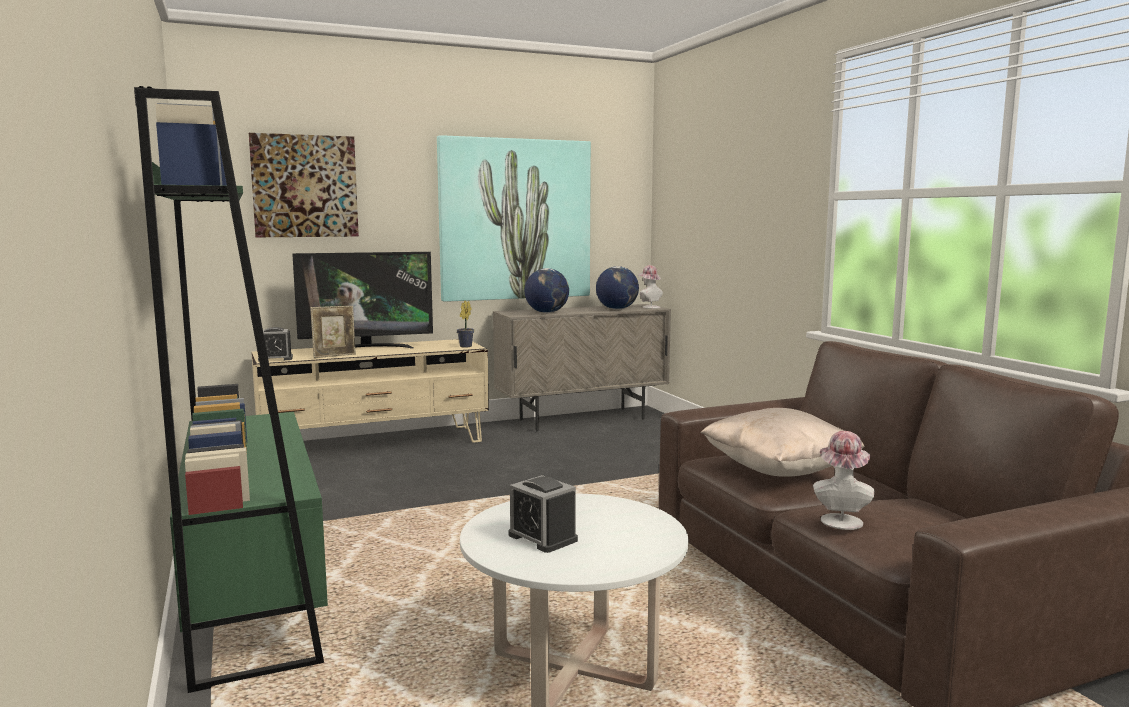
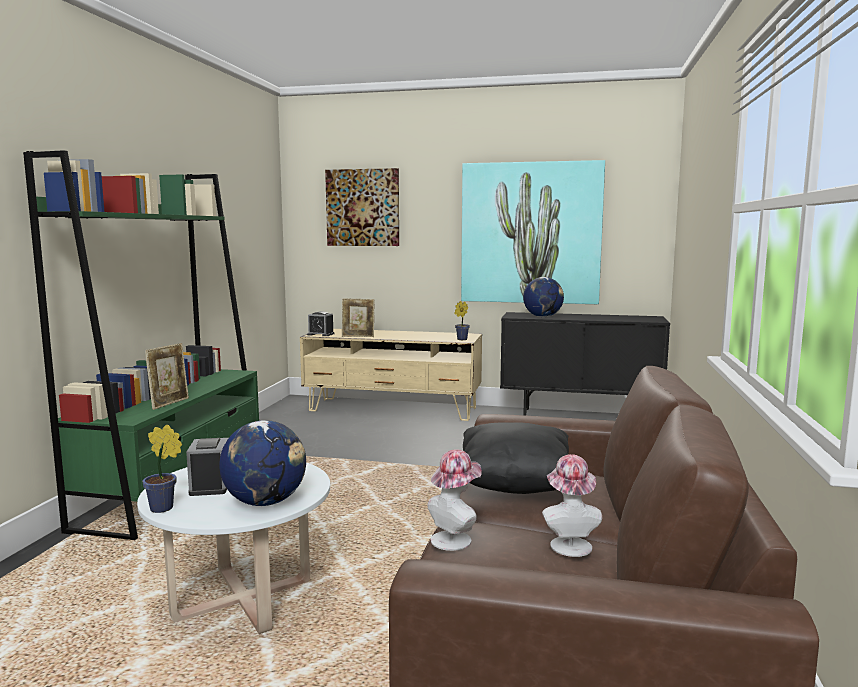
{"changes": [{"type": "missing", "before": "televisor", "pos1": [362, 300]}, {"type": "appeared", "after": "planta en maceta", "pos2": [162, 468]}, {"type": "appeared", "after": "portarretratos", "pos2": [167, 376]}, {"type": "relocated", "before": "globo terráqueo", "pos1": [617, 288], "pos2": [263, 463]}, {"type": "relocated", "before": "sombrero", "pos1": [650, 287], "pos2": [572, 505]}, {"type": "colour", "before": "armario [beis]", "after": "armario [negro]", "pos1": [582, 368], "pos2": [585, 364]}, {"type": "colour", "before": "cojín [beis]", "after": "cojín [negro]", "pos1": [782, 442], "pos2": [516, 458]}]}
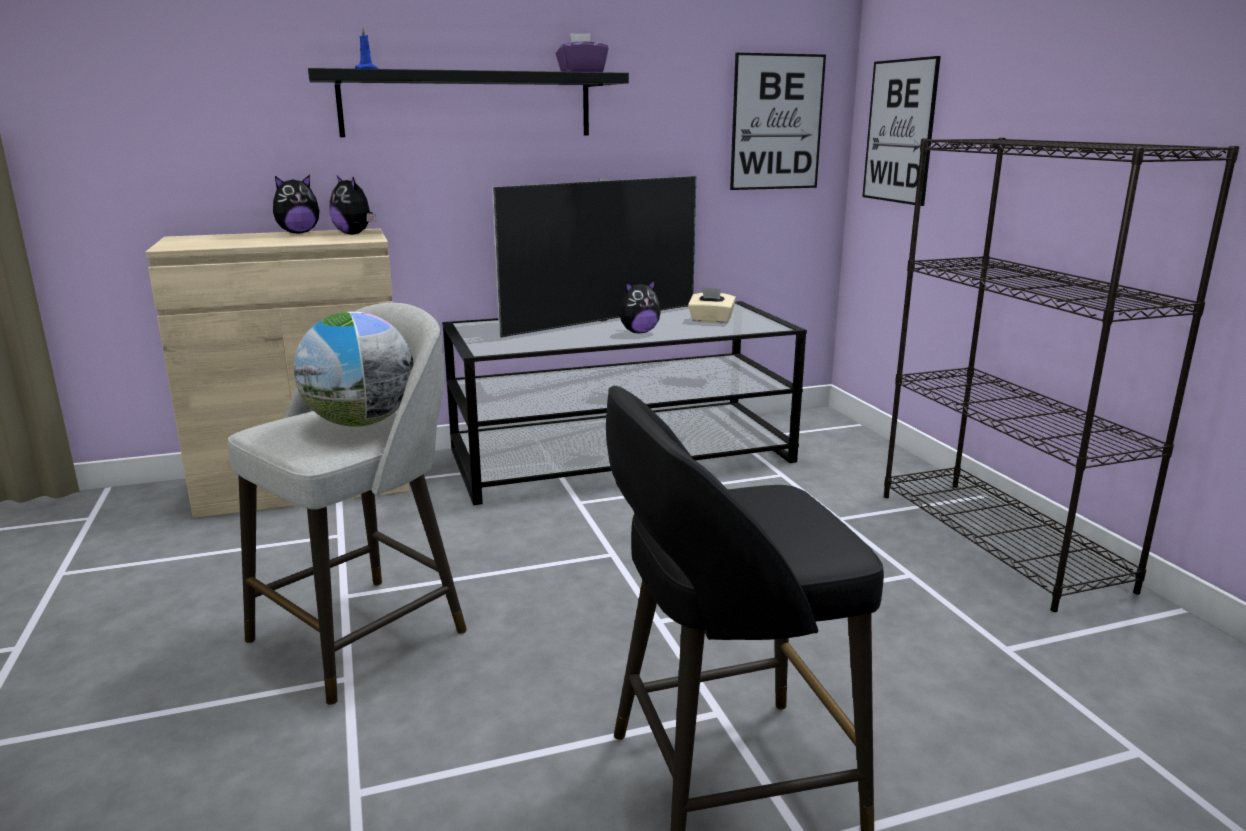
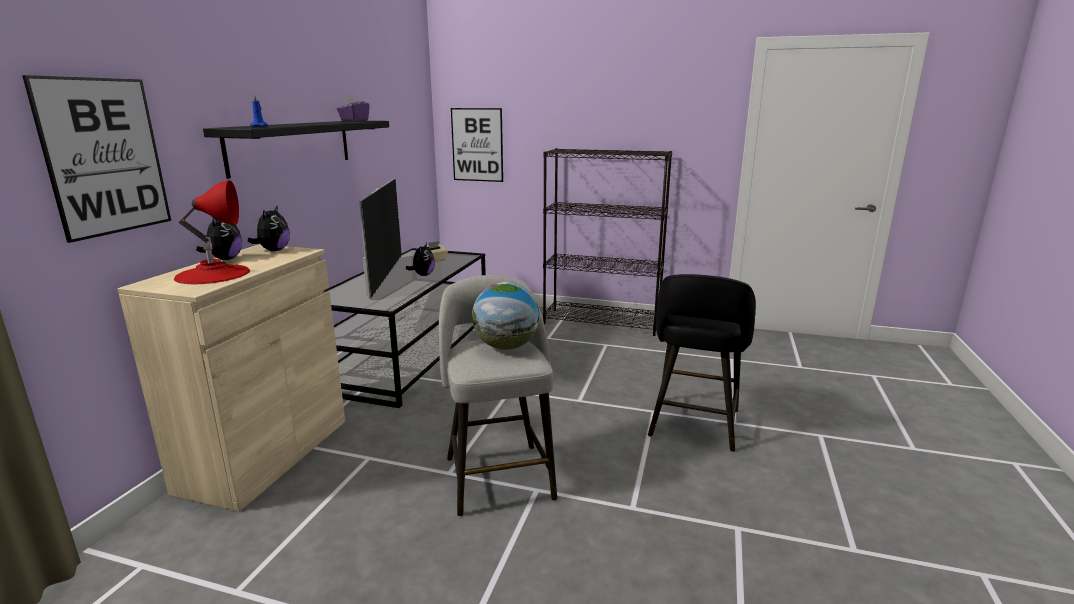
{"changes": [{"type": "appeared", "after": "lámpara de mesa [rojo]", "pos2": [212, 232]}, {"type": "relocated", "before": "cuadro", "pos1": [778, 121], "pos2": [96, 159]}, {"type": "spun", "before": "peluche", "pos1": [352, 205], "pos2": [268, 228], "turn": -75}]}
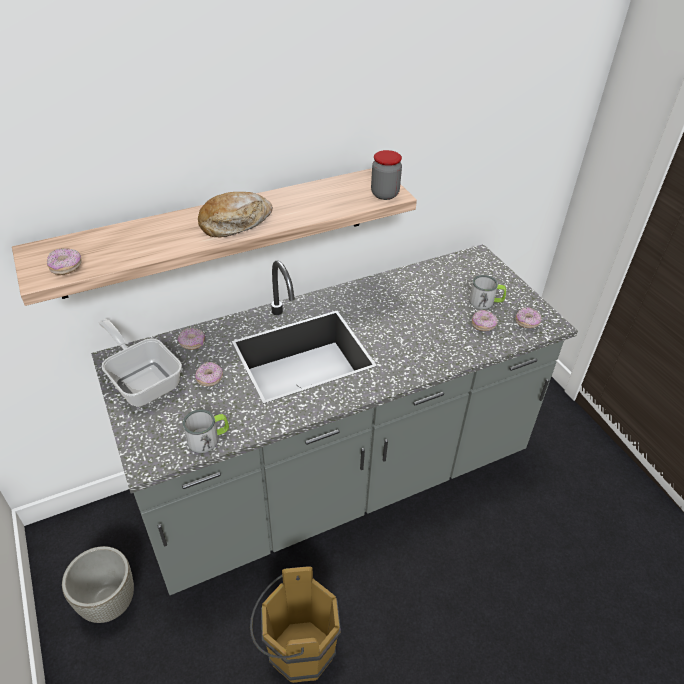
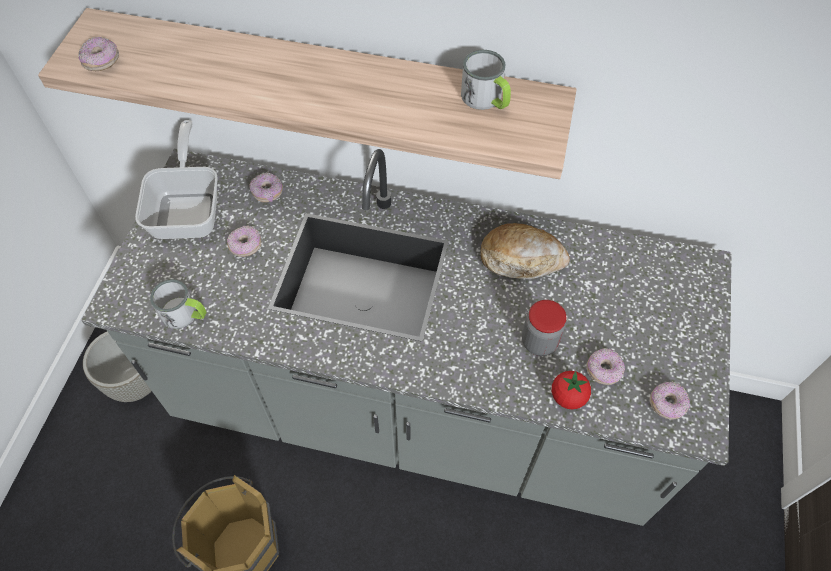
{"changes": [{"type": "appeared", "after": "tomate", "pos2": [571, 390]}, {"type": "relocated", "before": "pan", "pos1": [235, 214], "pos2": [525, 251]}, {"type": "relocated", "before": "tarro", "pos1": [386, 175], "pos2": [544, 328]}, {"type": "relocated", "before": "taza grande", "pos1": [487, 292], "pos2": [486, 80]}]}
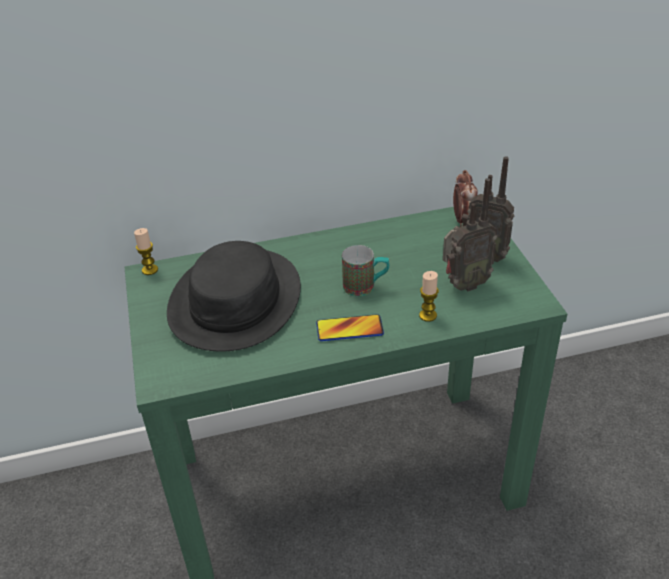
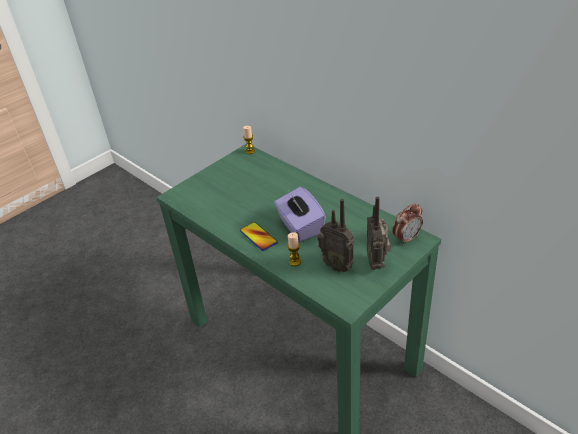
{"changes": [{"type": "missing", "before": "sombrero [negro]", "pos1": [234, 296]}, {"type": "exchanged", "before": "taza grande", "after": "caja de pañuelos [morado]", "pos1": [365, 271], "pos2": [300, 214]}]}
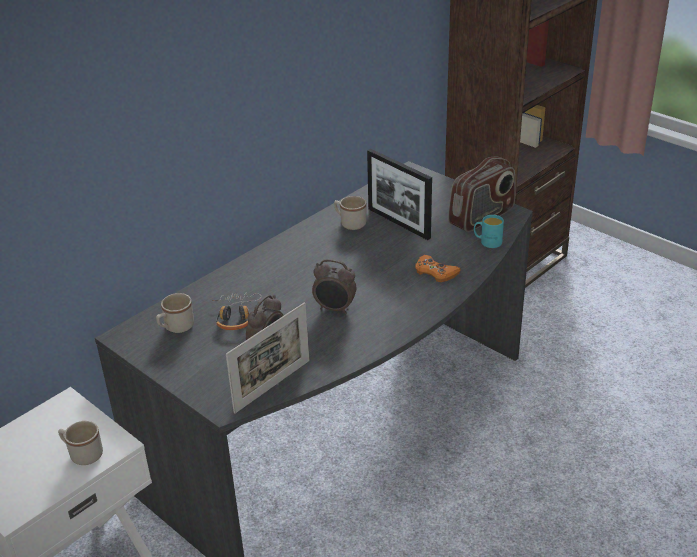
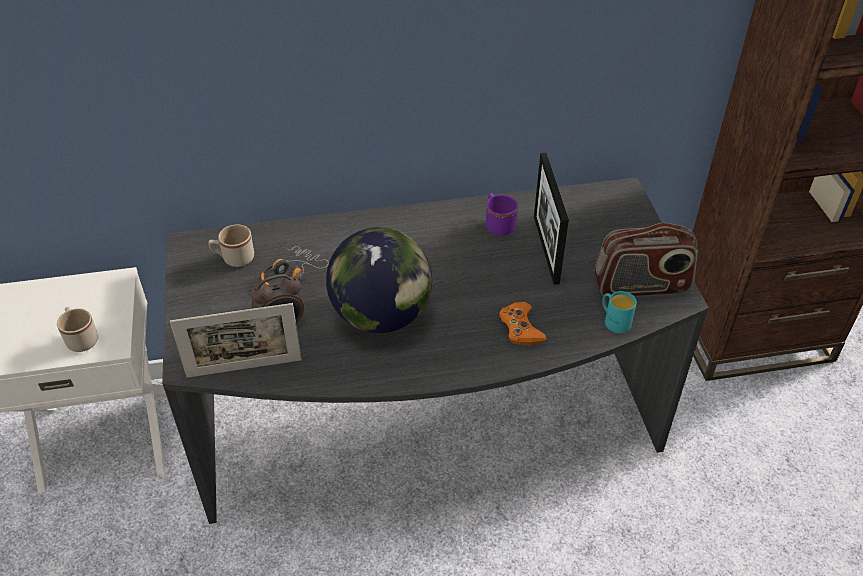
{"changes": [{"type": "exchanged", "before": "despertador", "after": "globo terráqueo", "pos1": [334, 286], "pos2": [379, 280]}, {"type": "colour", "before": "taza grande [beis]", "after": "taza grande [morado]", "pos1": [350, 213], "pos2": [502, 214]}]}
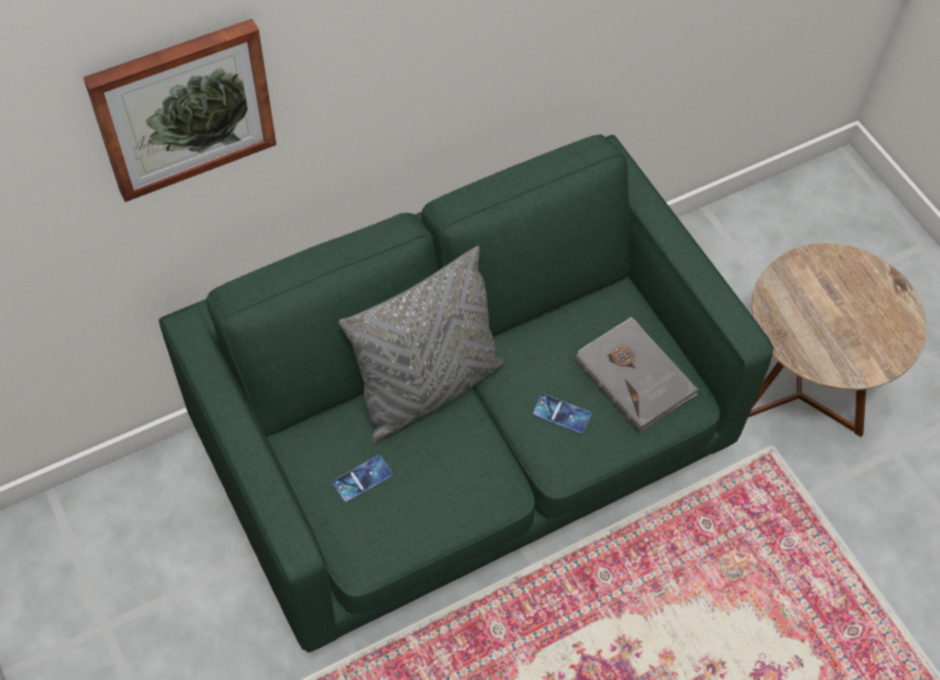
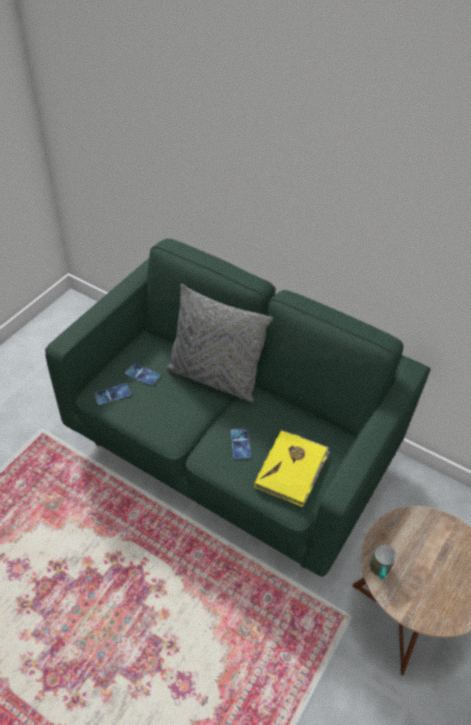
{"changes": [{"type": "missing", "before": "cuadro", "pos1": [179, 110]}, {"type": "appeared", "after": "móvil", "pos2": [112, 394]}, {"type": "appeared", "after": "taza grande", "pos2": [382, 562]}, {"type": "colour", "before": "libro [gris]", "after": "libro [amarillo]", "pos1": [636, 375], "pos2": [292, 468]}]}
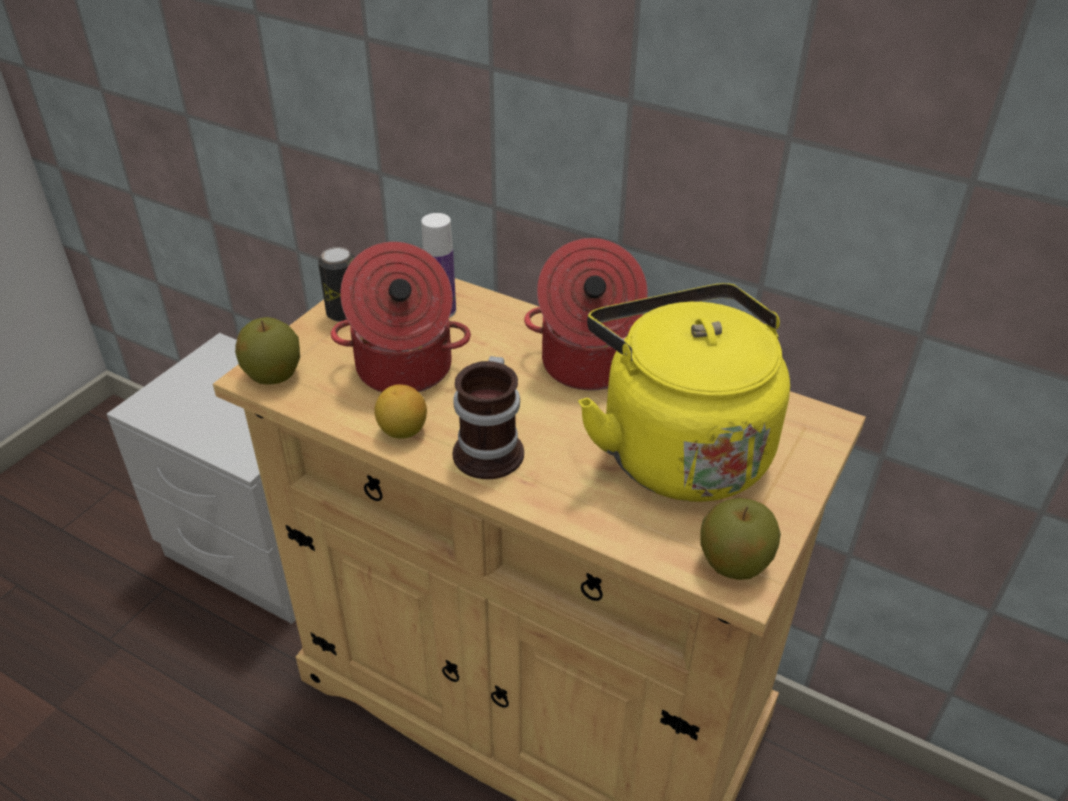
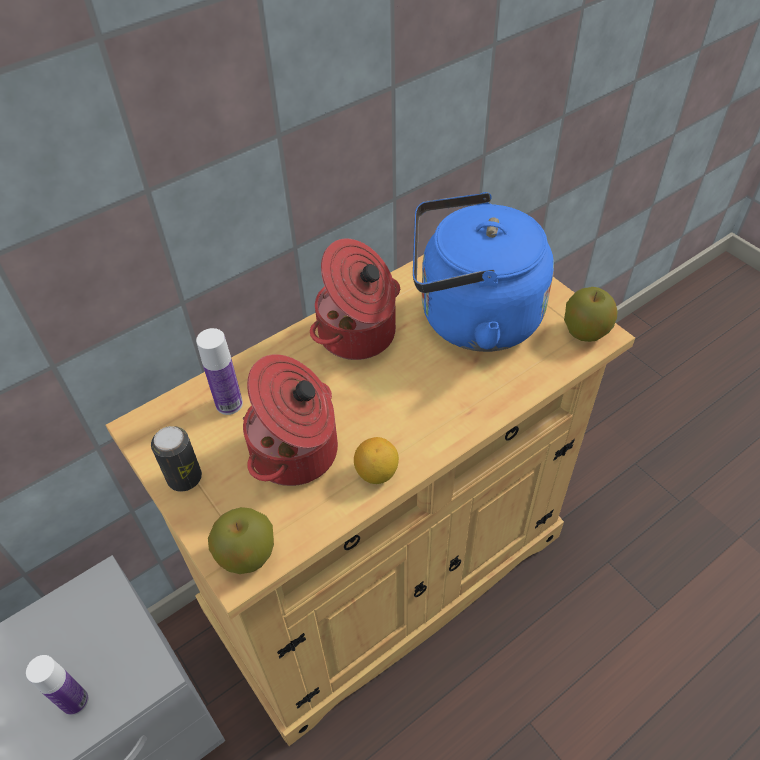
{"changes": [{"type": "missing", "before": "taza grande", "pos1": [488, 417]}, {"type": "appeared", "after": "botella", "pos2": [57, 685]}, {"type": "colour", "before": "hervidor [amarillo]", "after": "hervidor [azul]", "pos1": [684, 392], "pos2": [483, 272]}]}
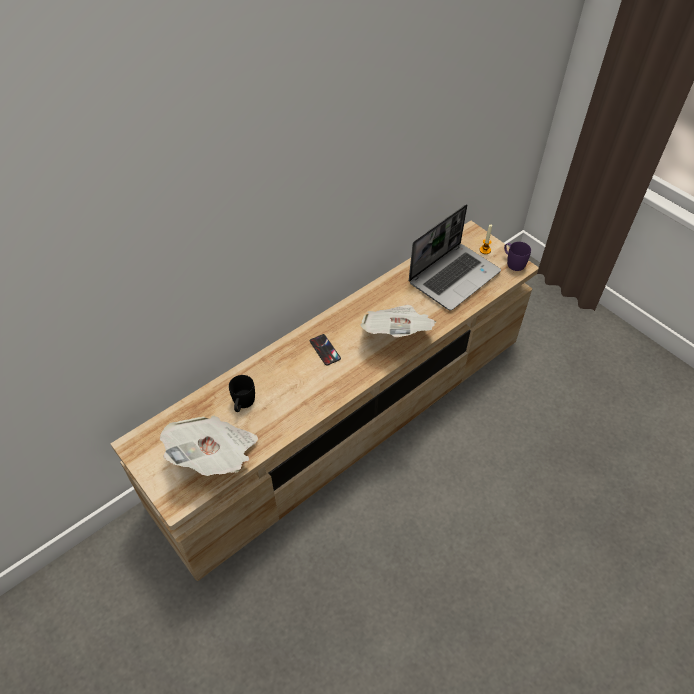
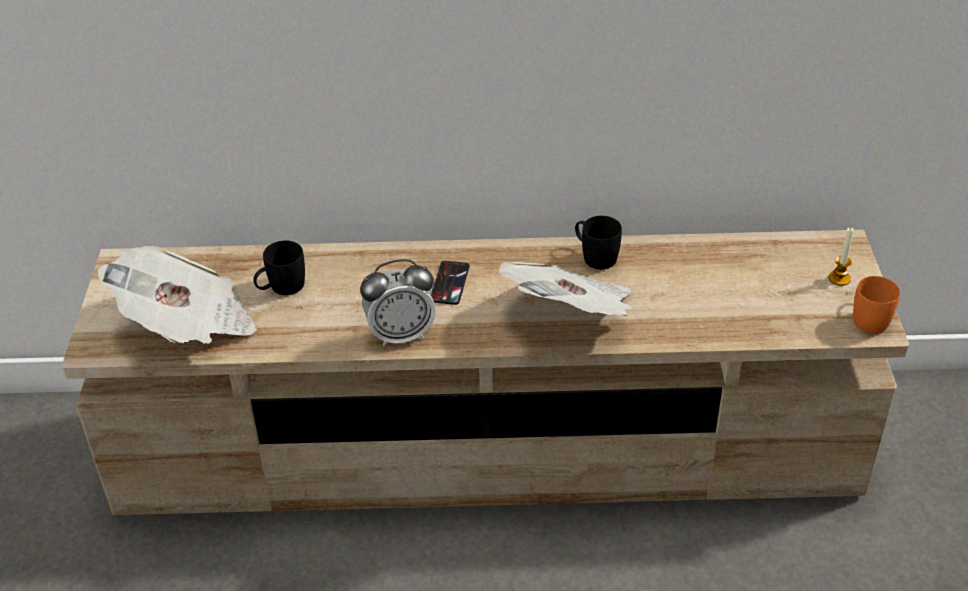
{"changes": [{"type": "missing", "before": "portátil", "pos1": [455, 257]}, {"type": "appeared", "after": "despertador", "pos2": [398, 303]}, {"type": "appeared", "after": "taza grande [negro]", "pos2": [598, 242]}, {"type": "colour", "before": "taza grande [morado]", "after": "taza grande [naranja]", "pos1": [517, 256], "pos2": [876, 304]}]}
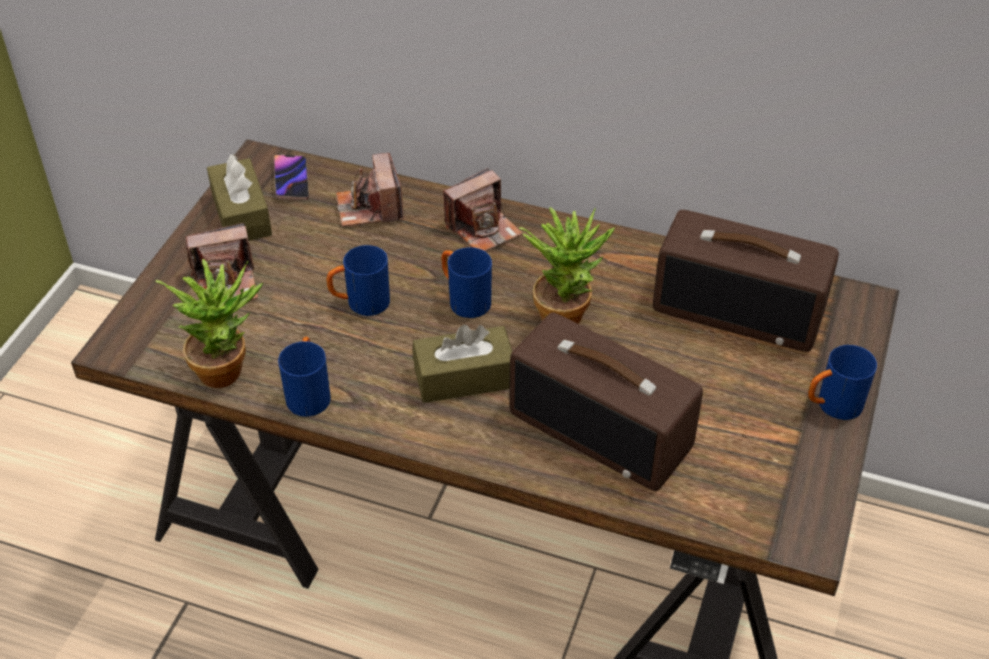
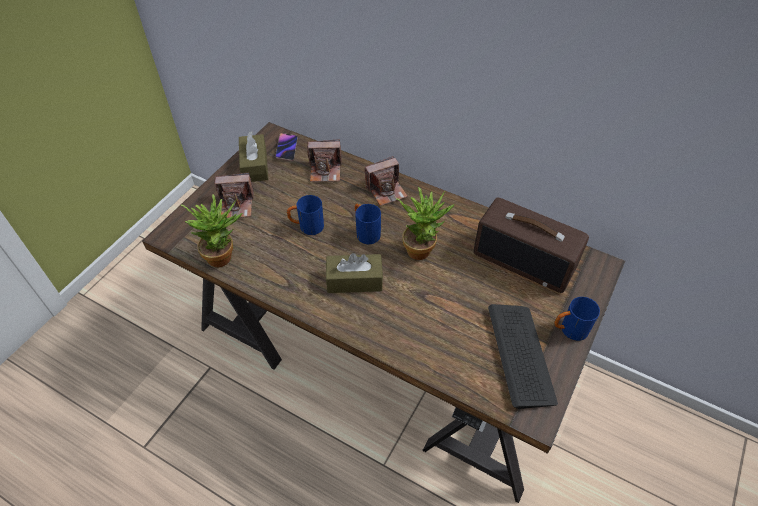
{"changes": [{"type": "missing", "before": "taza grande [azul]", "pos1": [304, 377]}, {"type": "missing", "before": "radio", "pos1": [606, 401]}, {"type": "appeared", "after": "teclado", "pos2": [523, 356]}, {"type": "spun", "before": "cámara", "pos1": [370, 190], "pos2": [324, 161], "turn": -90}]}
